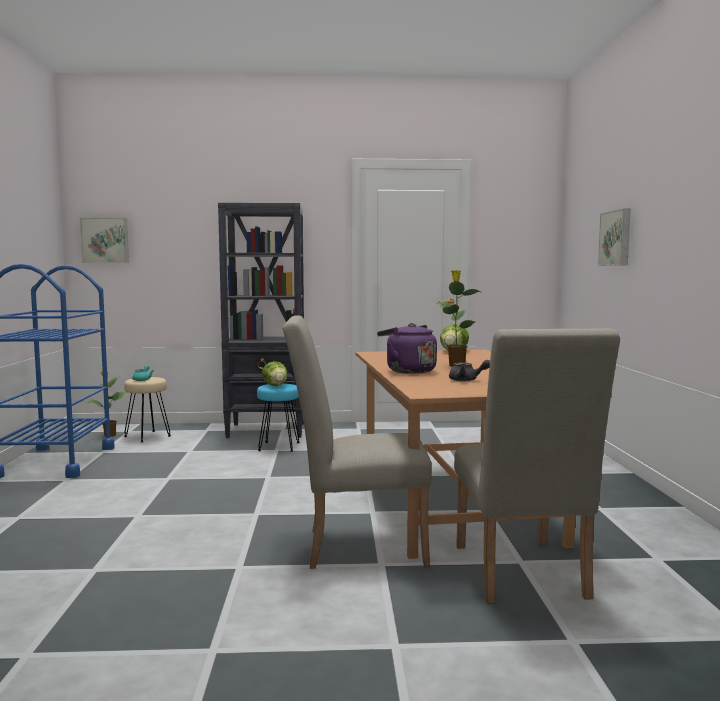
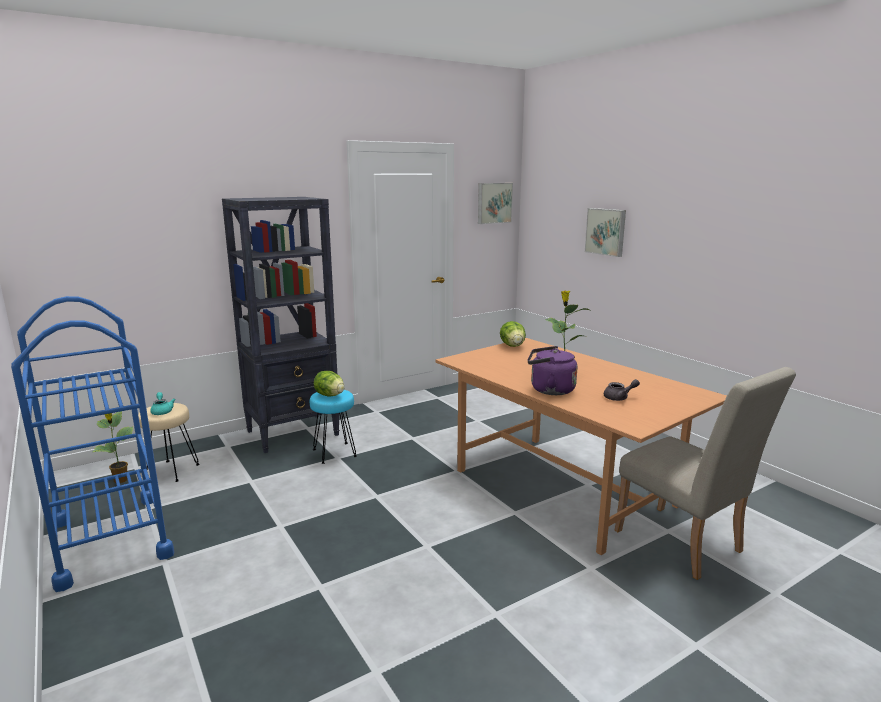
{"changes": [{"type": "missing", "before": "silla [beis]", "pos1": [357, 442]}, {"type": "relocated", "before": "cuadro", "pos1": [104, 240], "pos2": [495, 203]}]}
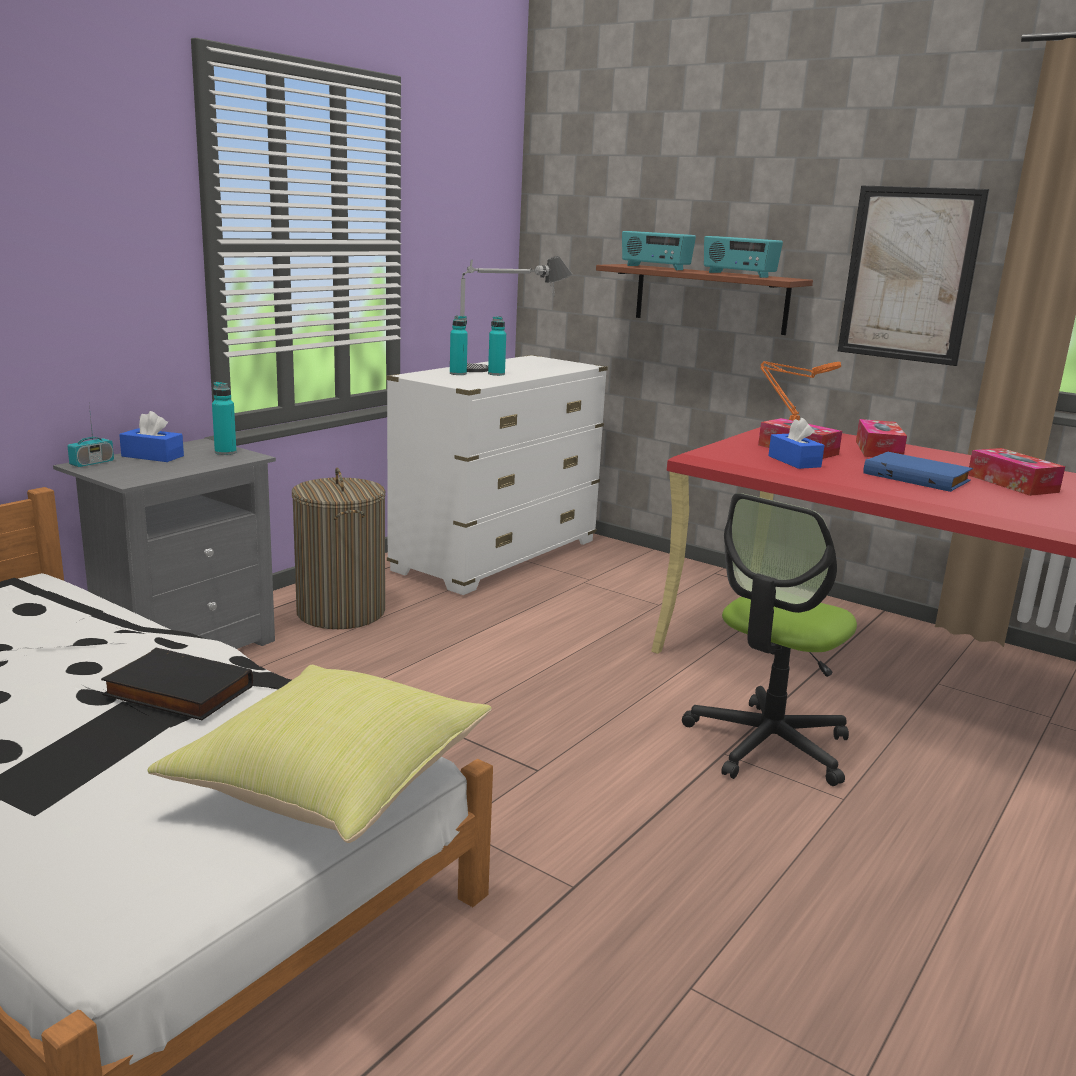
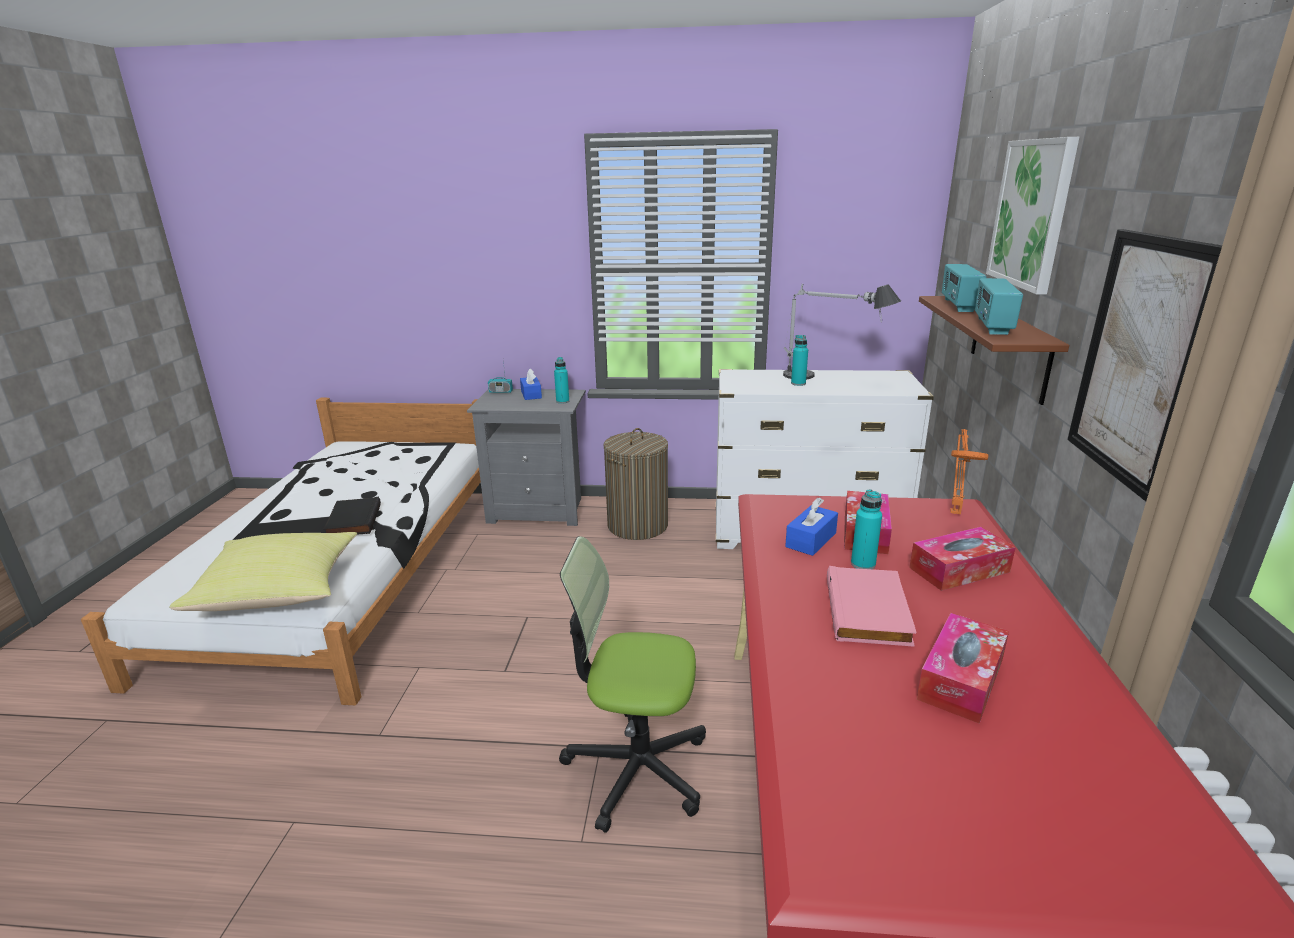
{"changes": [{"type": "appeared", "after": "cuadro", "pos2": [1032, 216]}, {"type": "relocated", "before": "botella [turquesa]", "pos1": [459, 345], "pos2": [866, 529]}, {"type": "colour", "before": "libro [azul]", "after": "libro [rosa]", "pos1": [918, 472], "pos2": [872, 606]}]}
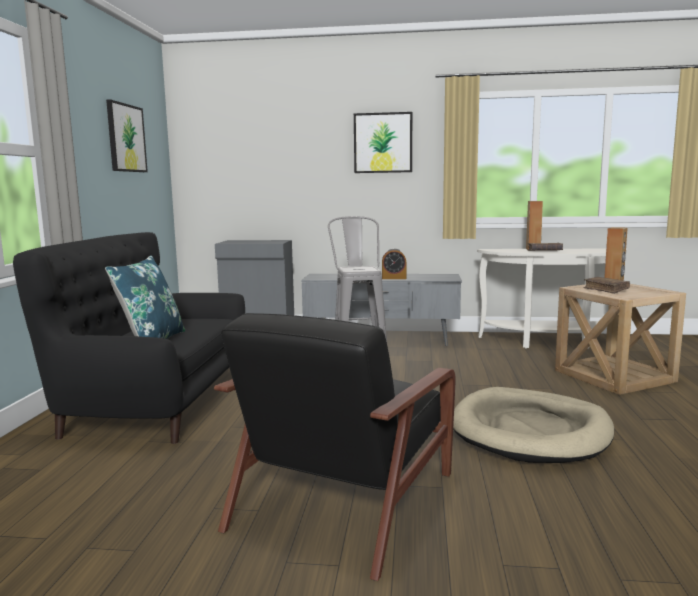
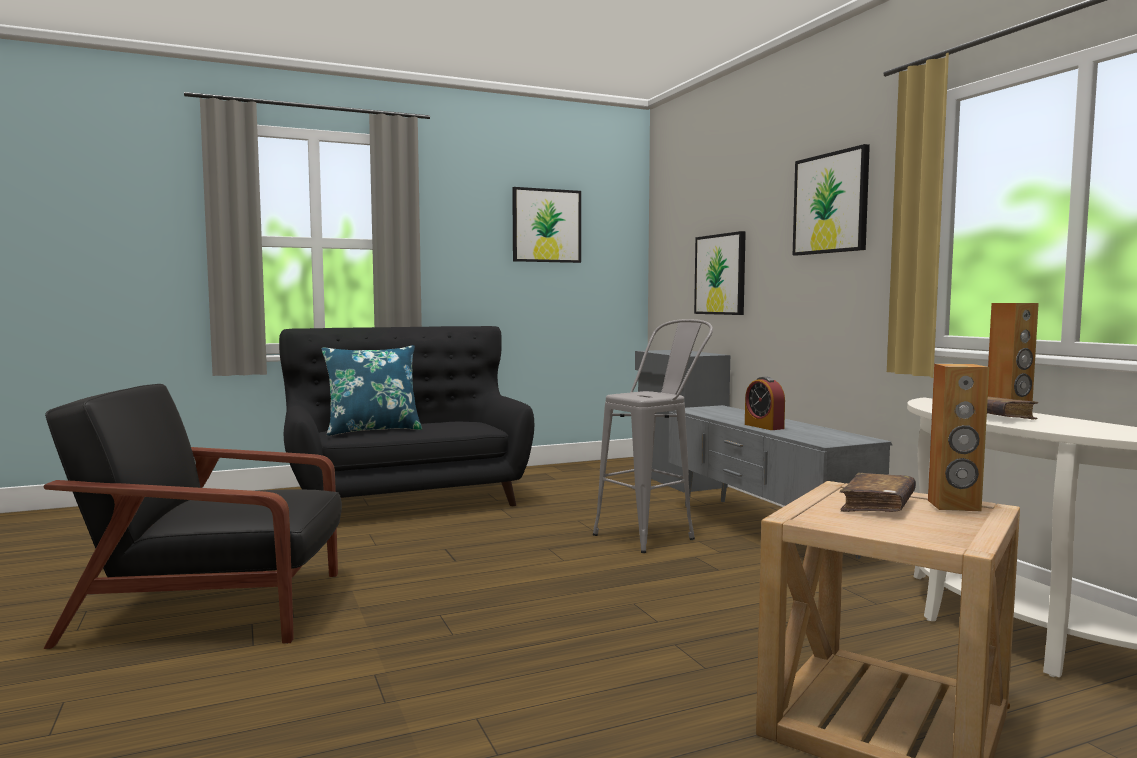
{"changes": [{"type": "missing", "before": "cama para perro [beis]", "pos1": [533, 425]}, {"type": "appeared", "after": "cuadro", "pos2": [720, 273]}]}
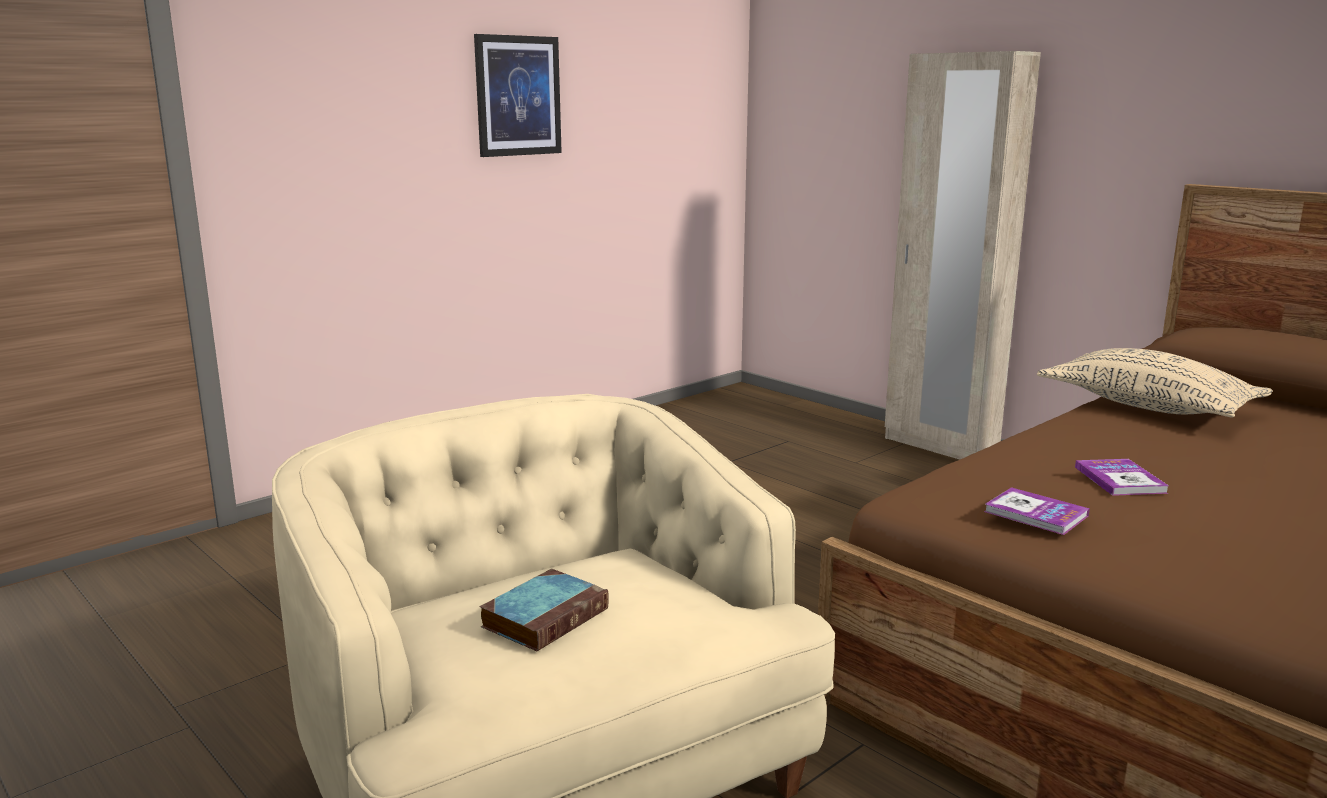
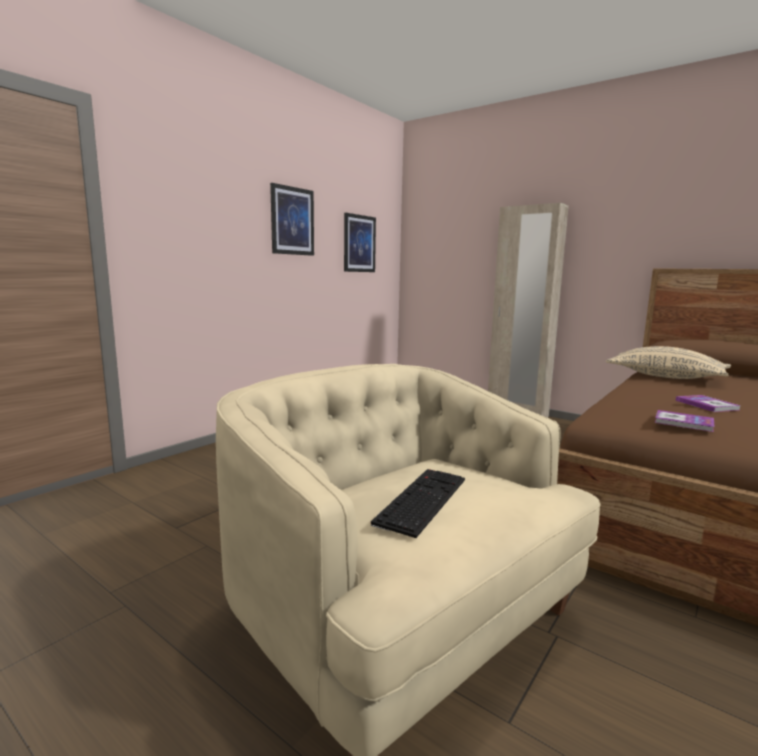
{"changes": [{"type": "appeared", "after": "cuadro", "pos2": [360, 242]}, {"type": "exchanged", "before": "libro", "after": "teclado", "pos1": [544, 610], "pos2": [418, 503]}]}
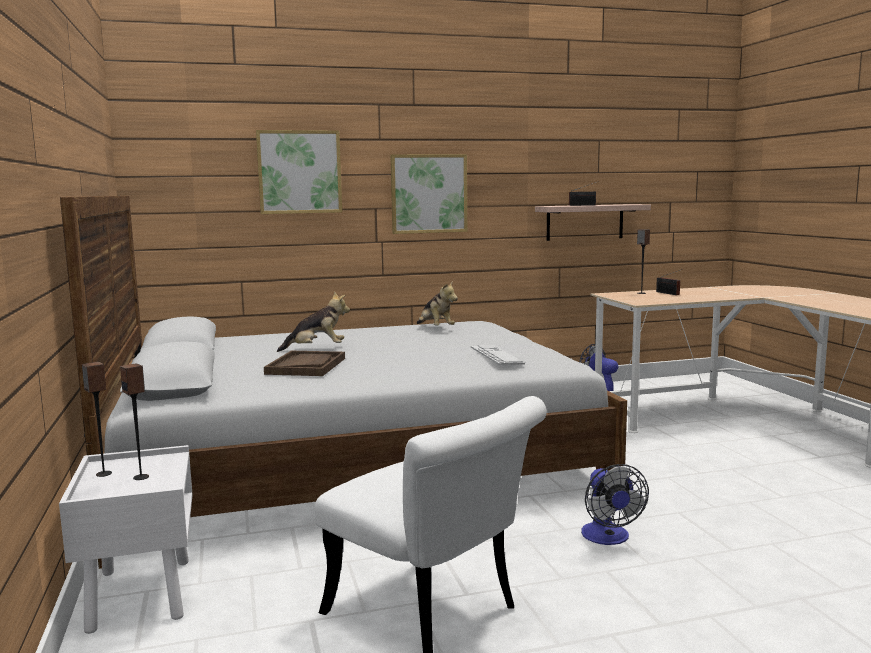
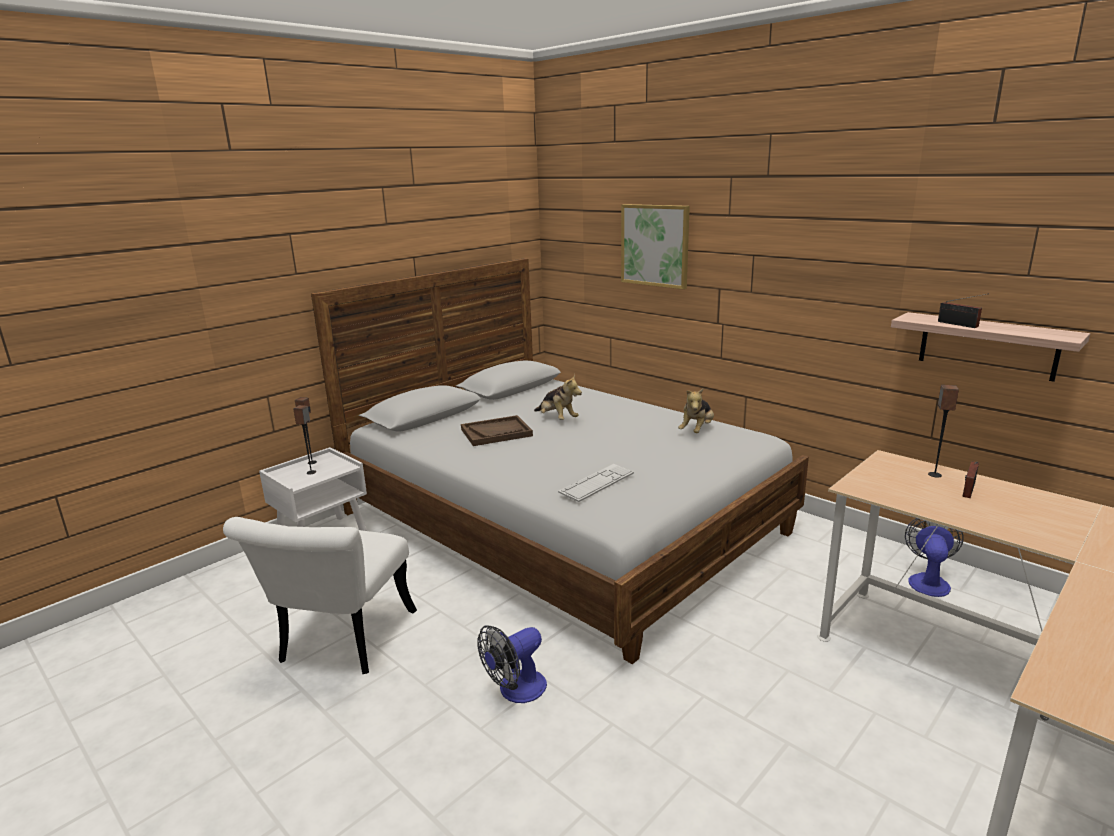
{"changes": [{"type": "missing", "before": "cuadro", "pos1": [428, 194]}]}
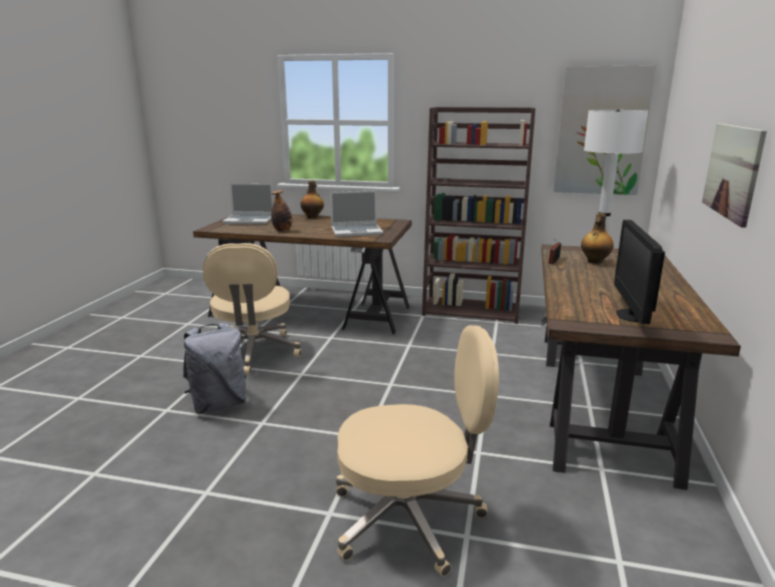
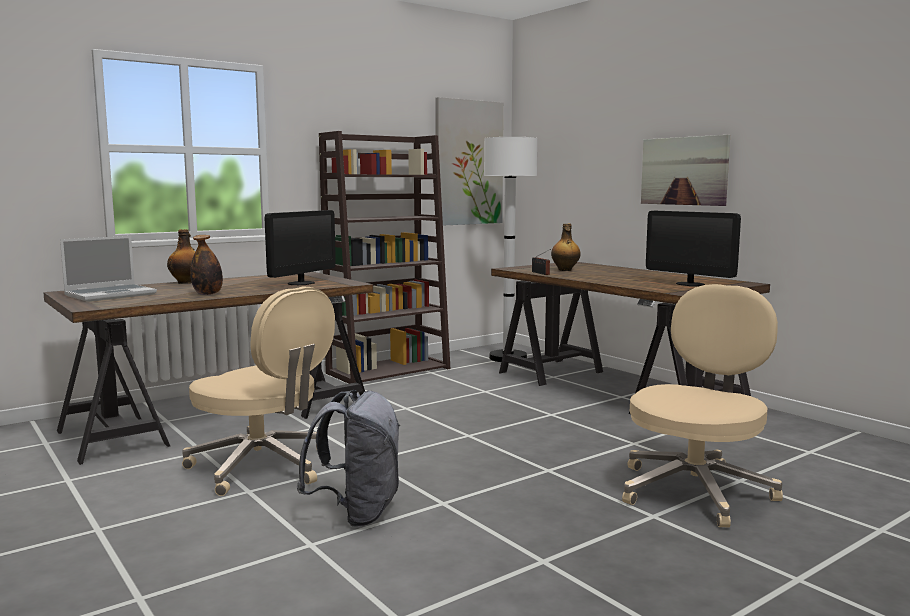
{"changes": [{"type": "exchanged", "before": "portátil", "after": "monitor", "pos1": [356, 213], "pos2": [300, 247]}]}
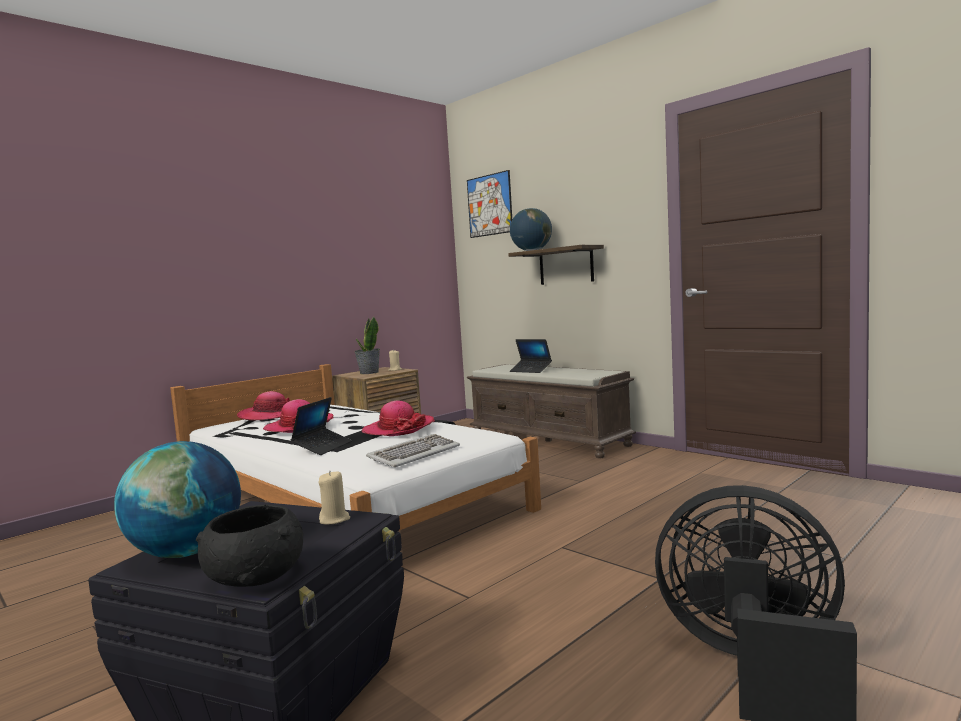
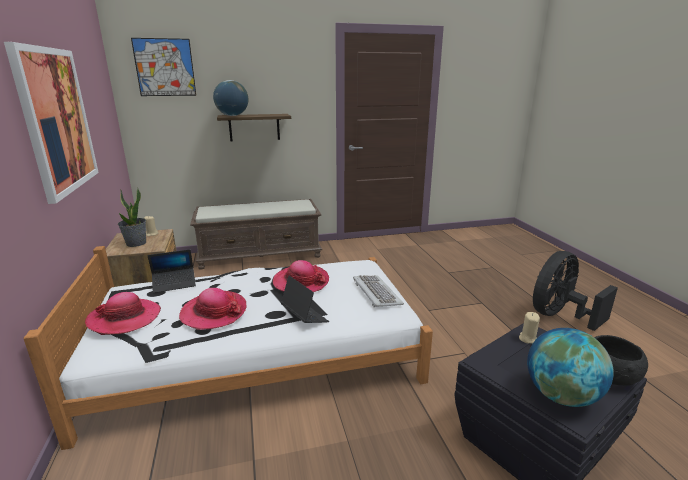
{"changes": [{"type": "appeared", "after": "cuadro", "pos2": [51, 123]}, {"type": "relocated", "before": "portátil", "pos1": [531, 356], "pos2": [172, 271]}]}
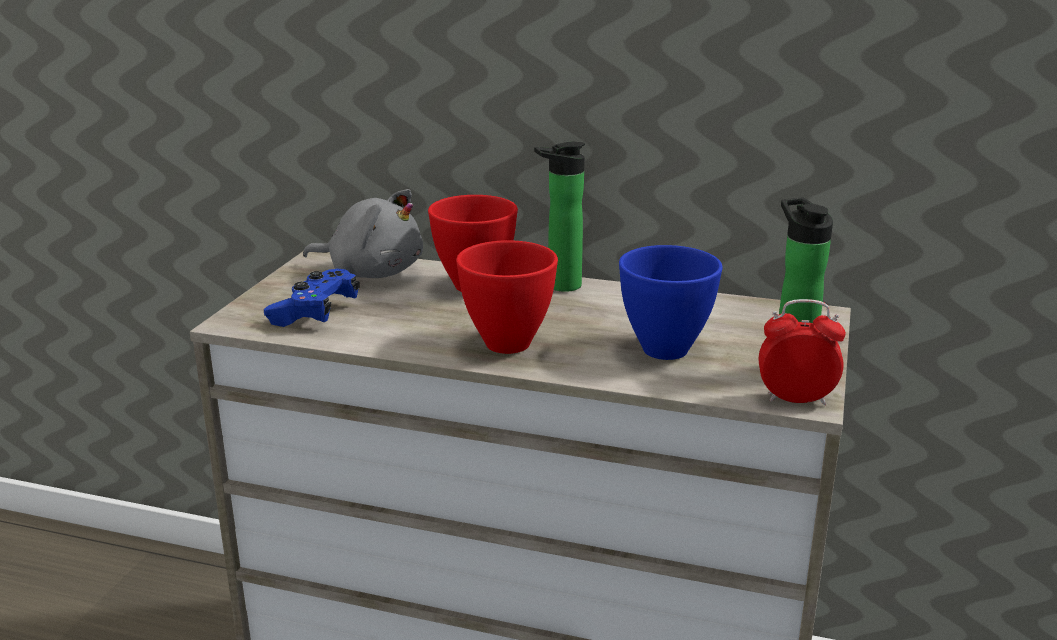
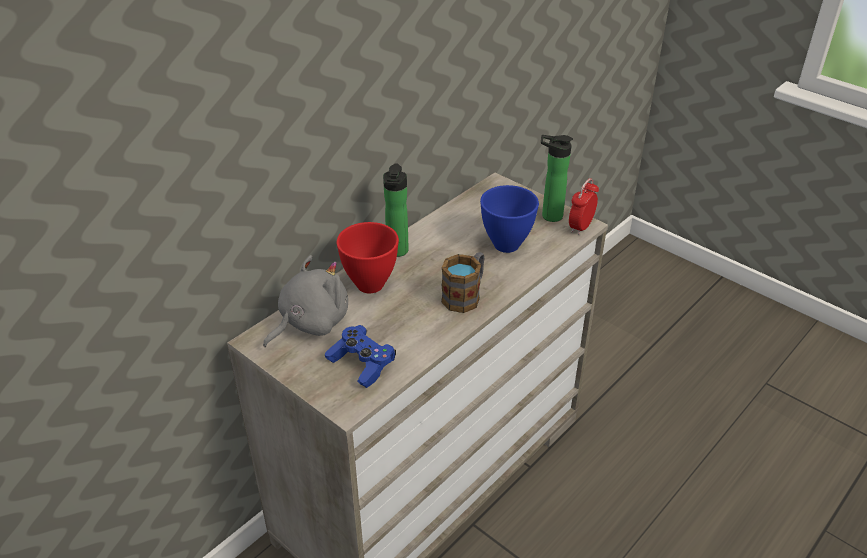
{"changes": [{"type": "exchanged", "before": "cuenco [rojo]", "after": "taza grande", "pos1": [507, 297], "pos2": [462, 282]}]}
